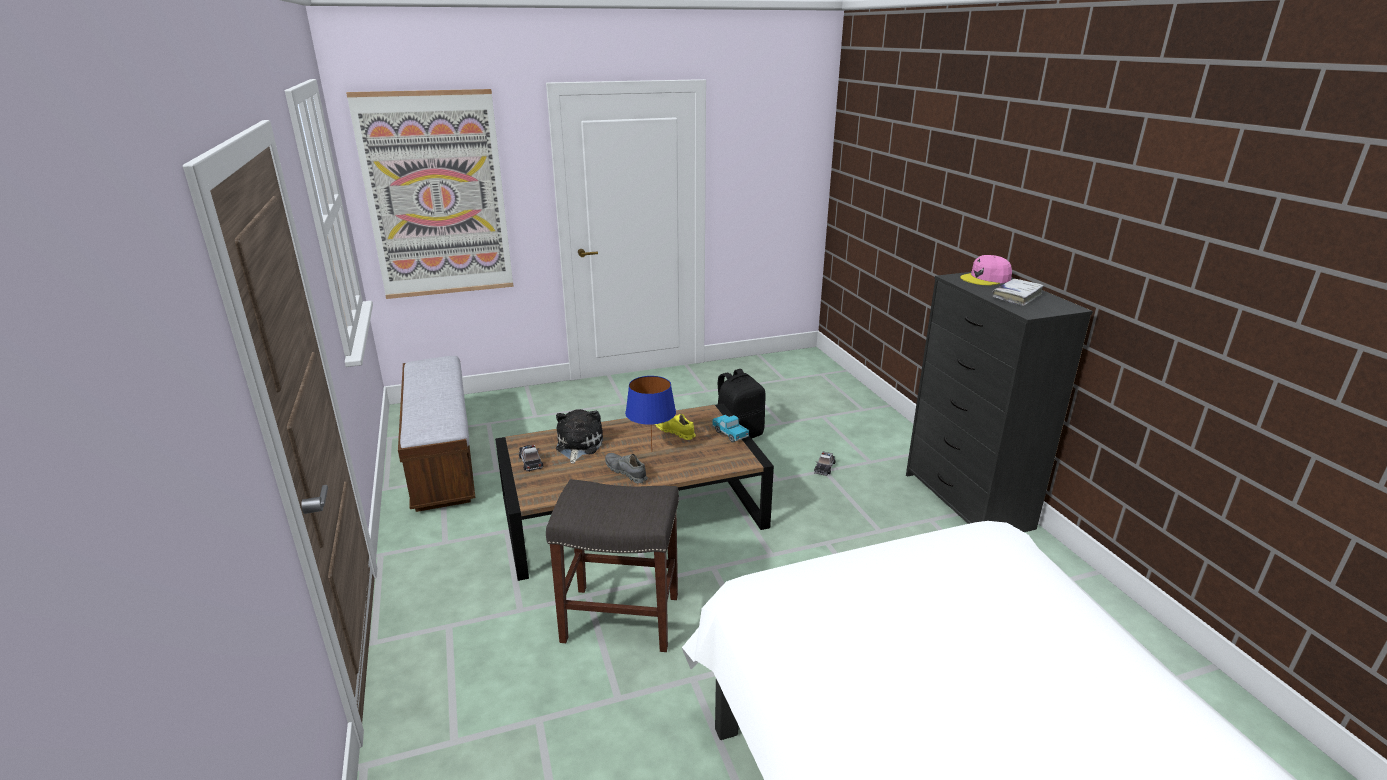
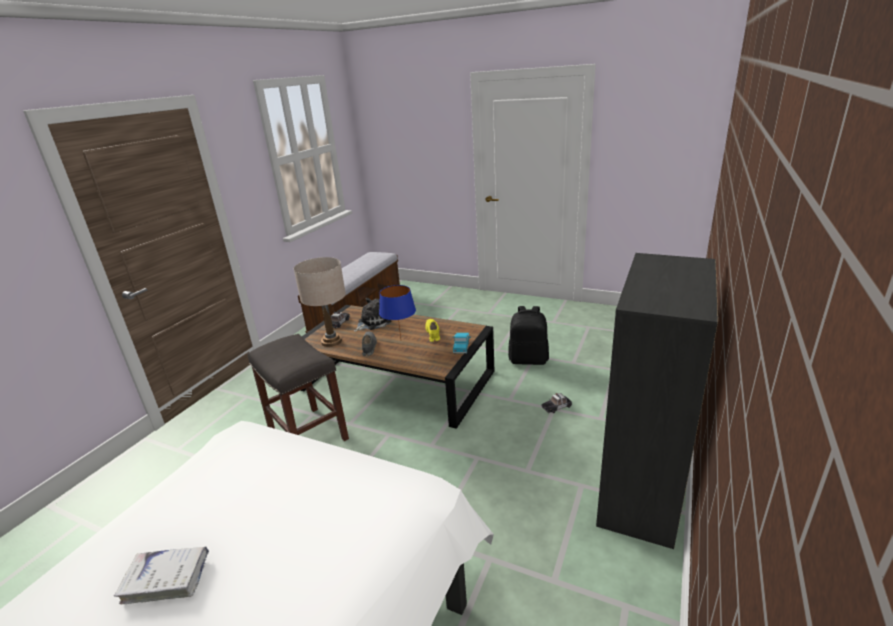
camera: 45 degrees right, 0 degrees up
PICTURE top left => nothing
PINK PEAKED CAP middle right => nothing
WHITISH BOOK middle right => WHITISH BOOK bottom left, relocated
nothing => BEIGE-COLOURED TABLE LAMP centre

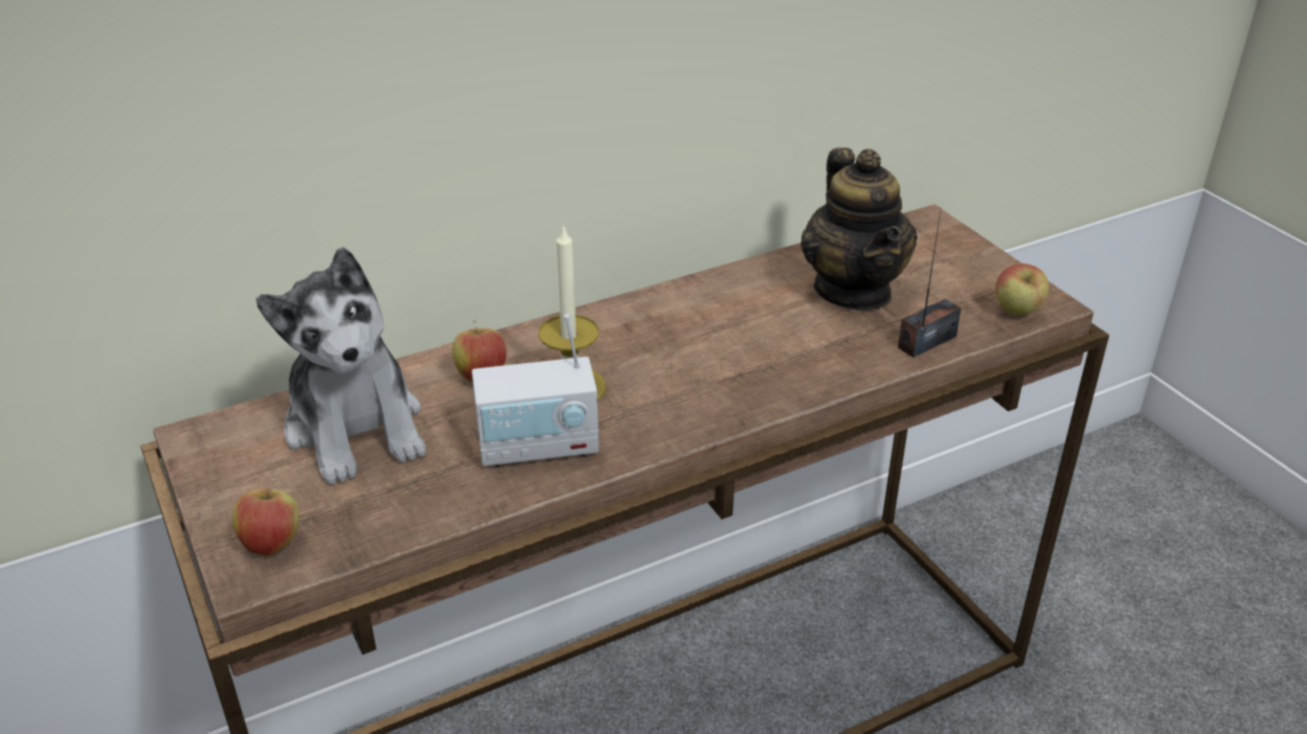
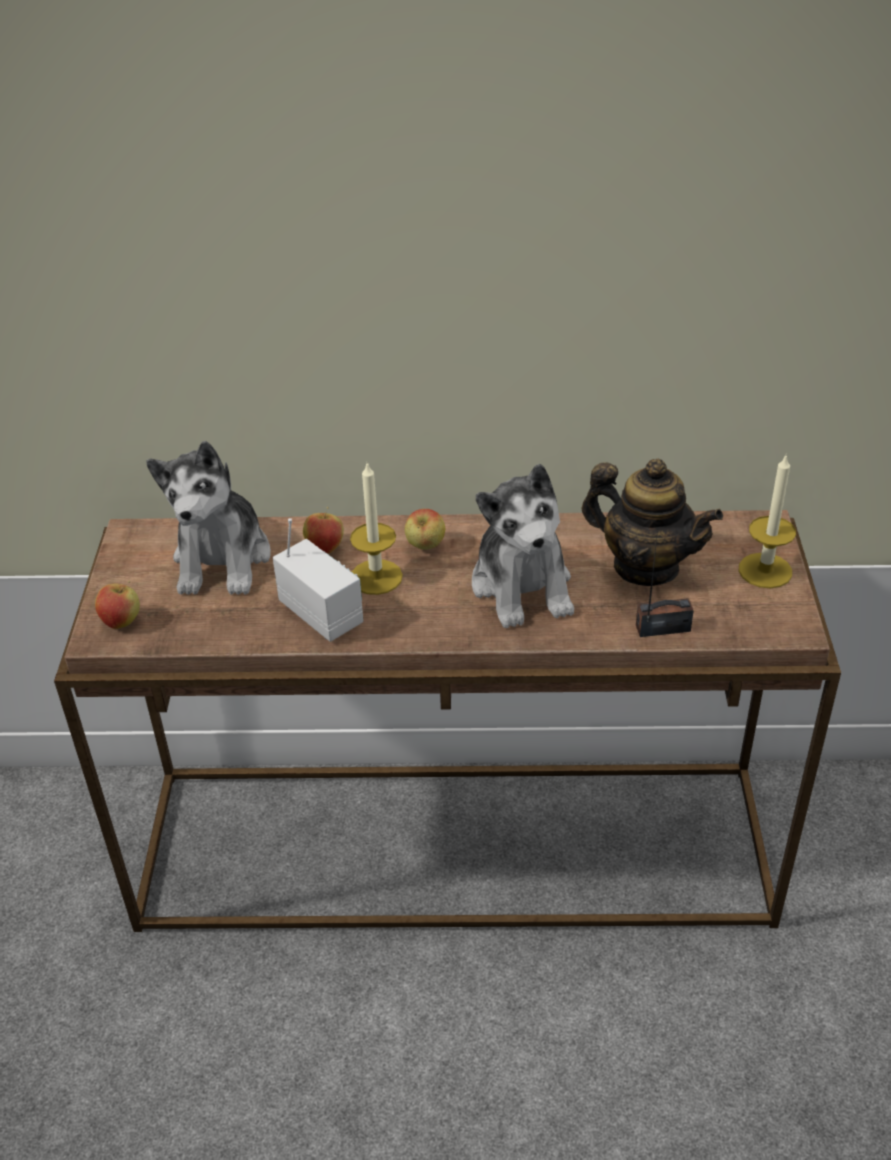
camera: 30 degrees right, 5 degrees up
RADIO (no. 1 from left) centre, 150 degrees counterclockwise
POT FOR TEA top centre => POT FOR TEA middle right, 75 degrees counterclockwise
APPLE FRUIT (no. 3 from left) middle right => APPLE FRUIT (no. 3 from left) centre, relocated
nothing => PLUSH TOY (no. 2 from left) centre
nothing => CANDLE (no. 2 from left) middle right

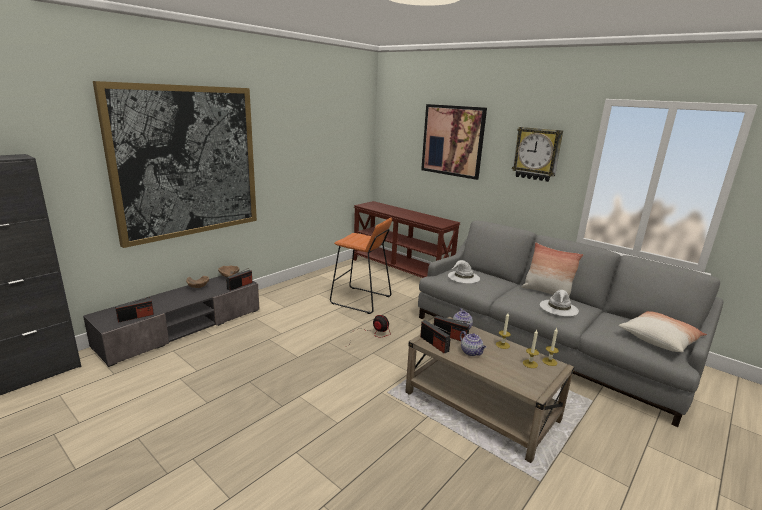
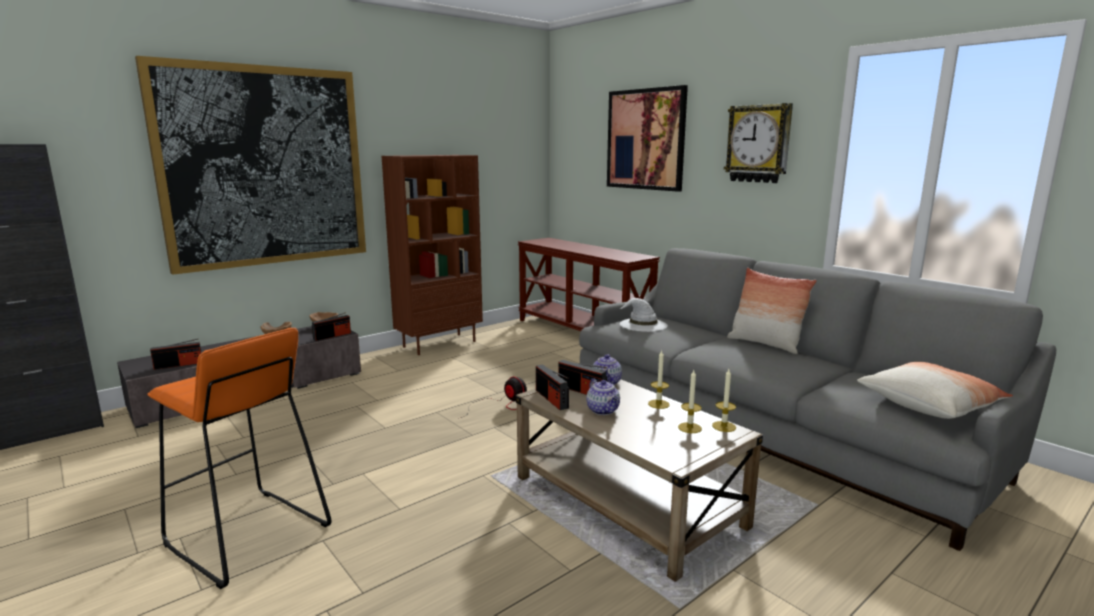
camera: 10 degrees right, 5 degrees down
ORANGE-COLOURED STOOL centre => ORANGE-COLOURED STOOL bottom left, relocated
WHITISH HAT (no. 2 from left) middle right => nothing
nothing => BROWN-COLOURED SHELVING UNIT centre

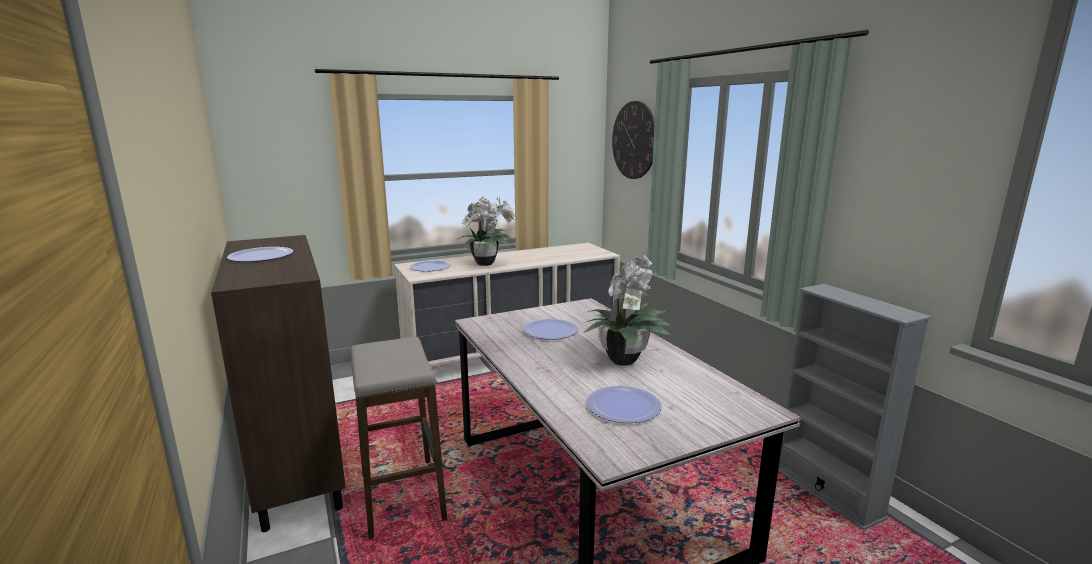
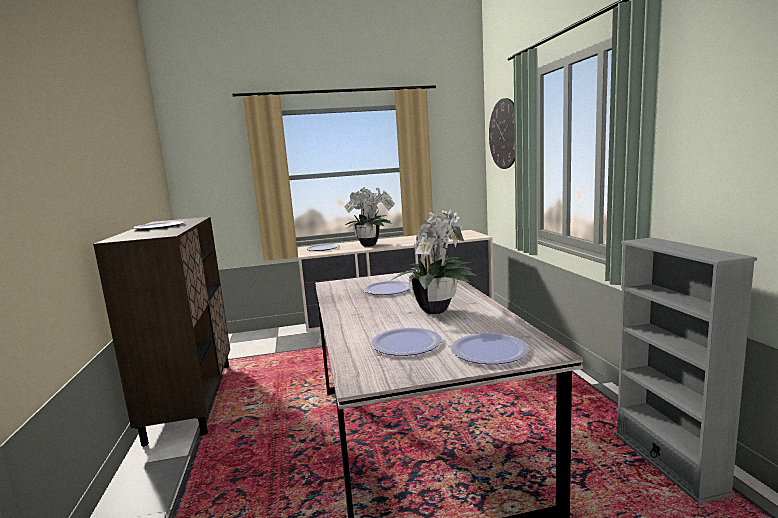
camera: 15 degrees right, 5 degrees down
STOOL bottom centre => nothing
nothing => PLATE (no. 5 from left) bottom centre

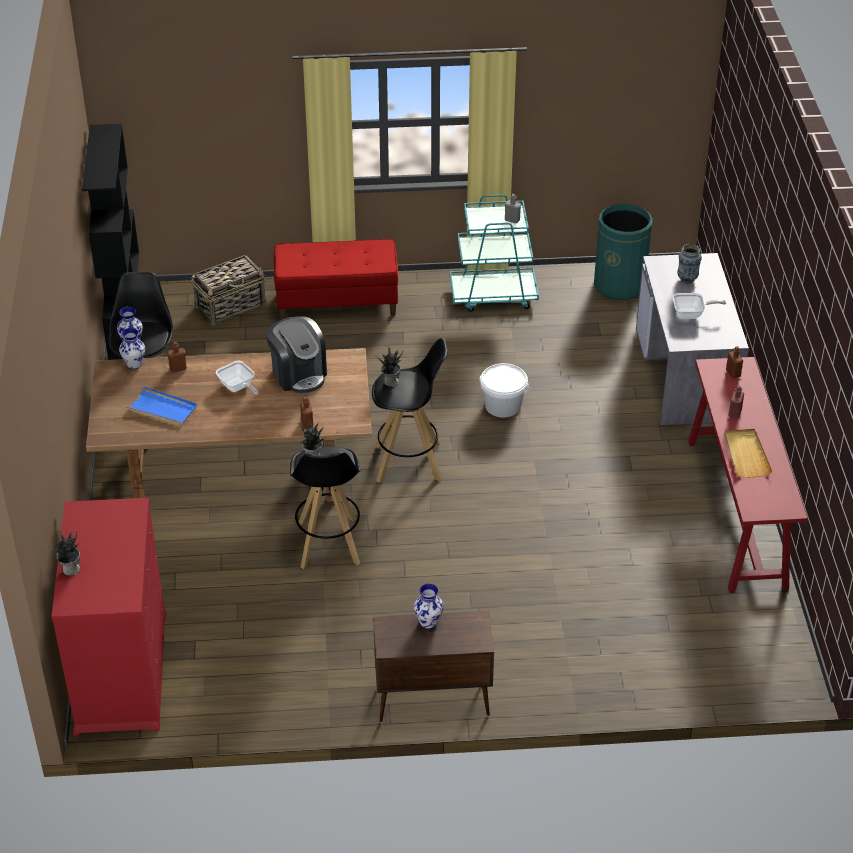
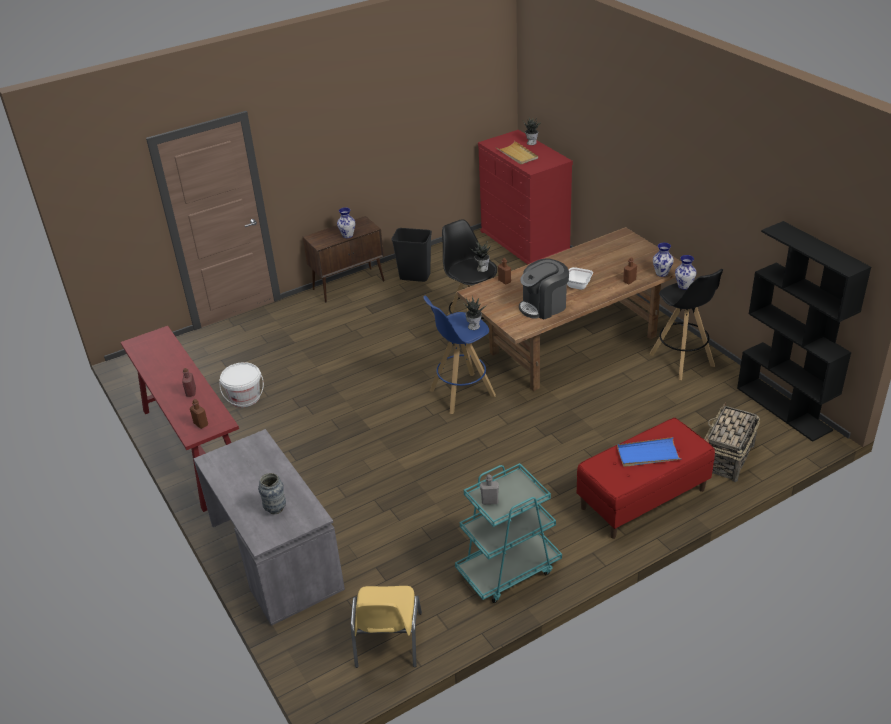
camera: 155 degrees right, 5 degrees down
BLUISH SERVING TRAY middle left => BLUISH SERVING TRAY middle right, relocated
COFFEE BREWER centre, 60 degrees counterclockwise
BLACKISH STOOL (no. 3 from left) centre => BLUISH STOOL centre
WHITISH BUCKET centre => WHITISH BUCKET middle left, relocated
GREENISH TRASH CAN top right => YELLOW CHAIR bottom centre
PAN (no. 2 from left) middle right => nothing
BEIGE-COLOURED SERVING TRAY middle right => BEIGE-COLOURED SERVING TRAY top centre, relocated
nothing => BLACKISH TRASH CAN centre

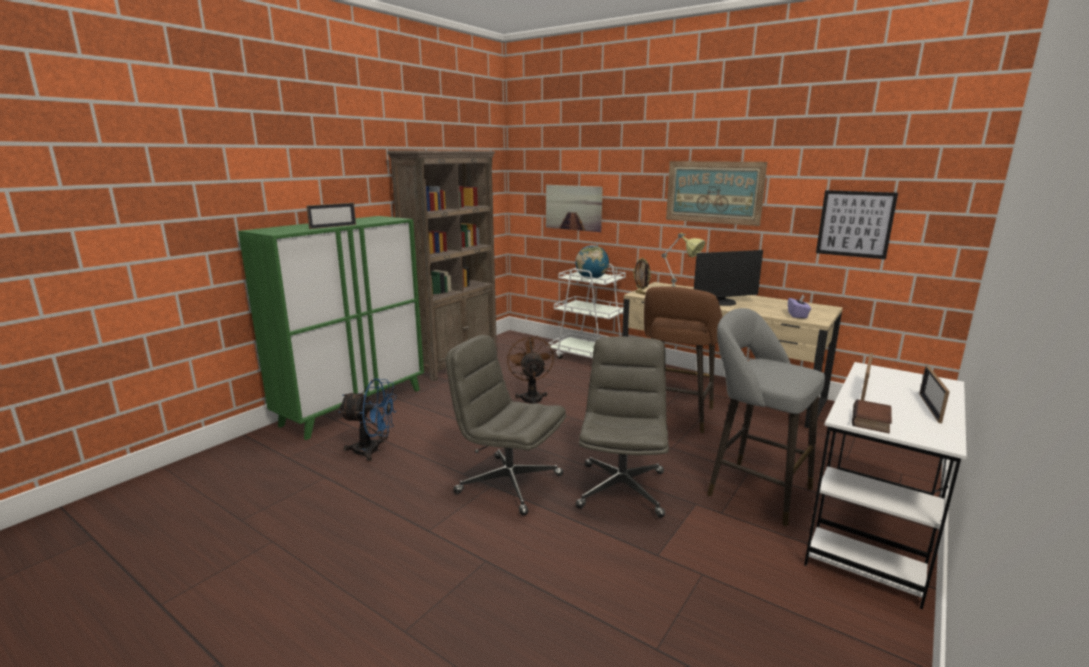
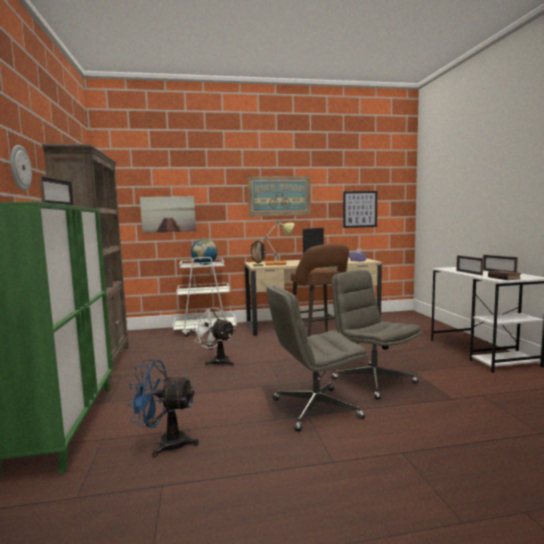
camera: 45 degrees left, 10 degrees down
BLUISH COOLING FAN centre => BLUISH COOLING FAN bottom left, 135 degrees counterclockwise
BROWN-COLOURED COOLING FAN centre => WHITISH COOLING FAN centre
GREYISH STOOL middle right => nothing
nothing => HANGING CLOCK top left

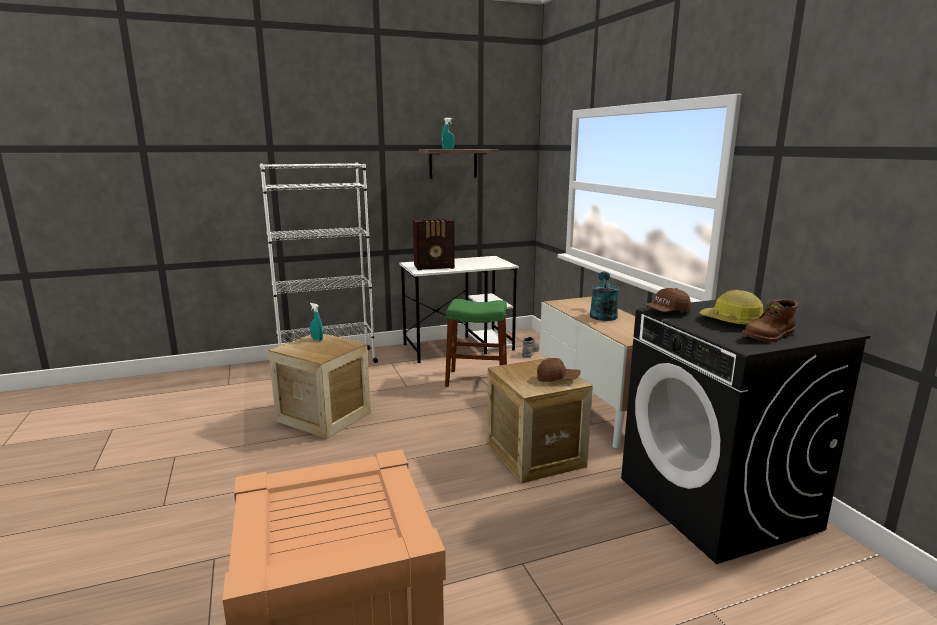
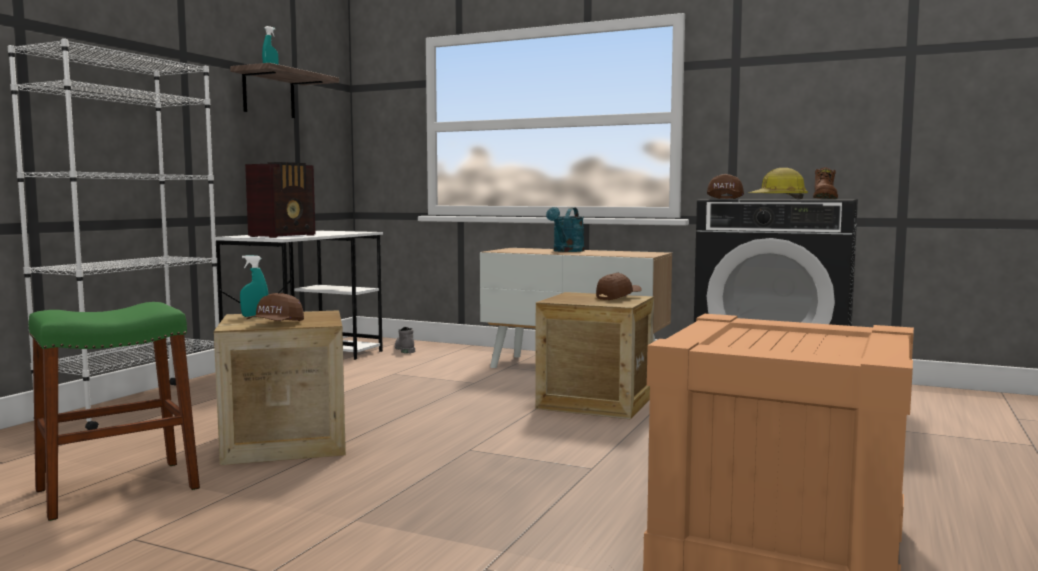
camera: 45 degrees left, 10 degrees down
GREENISH STOOL centre => GREENISH STOOL bottom left, relocated
BLUE-GREEN WATERING POT centre, 120 degrees counterclockwise
nothing => BROWN-COLOURED PEAKED CAP (no. 1 from left) middle left

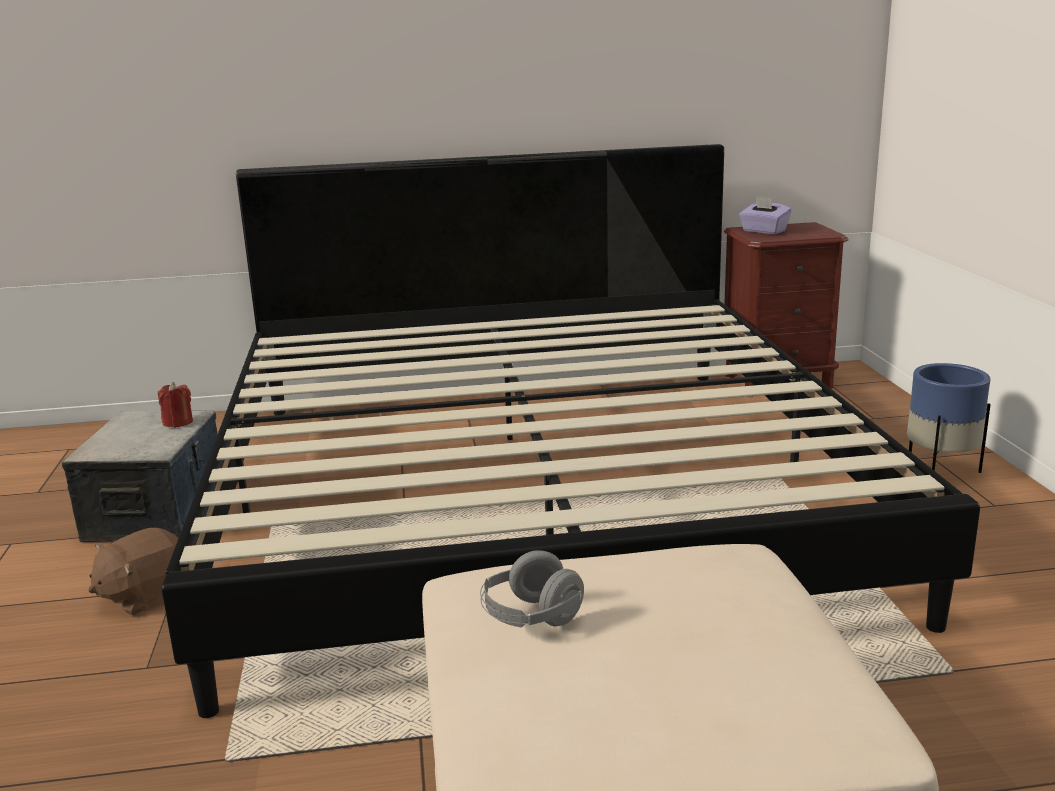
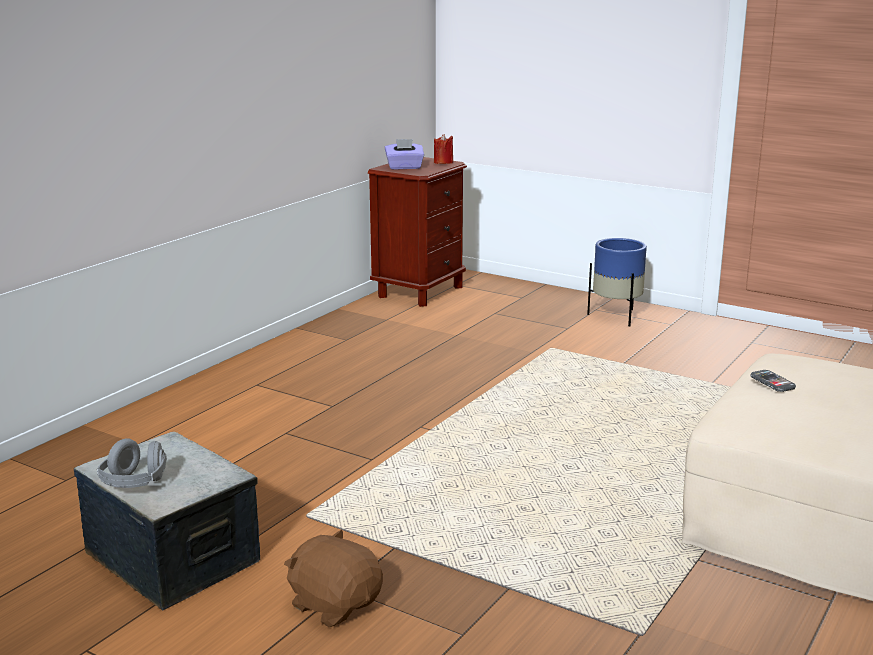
camera: 50 degrees left, 0 degrees up
BROWN-COLOURED PLUSH TOY bottom left => BROWN-COLOURED PLUSH TOY bottom centre, 135 degrees clockwise
RED CANDLE middle left => RED CANDLE top centre, relocated
BED centre => nothing
GREYISH PAIR OF HEADPHONES bottom centre => GREYISH PAIR OF HEADPHONES bottom left, relocated
nothing => PHONE middle right

